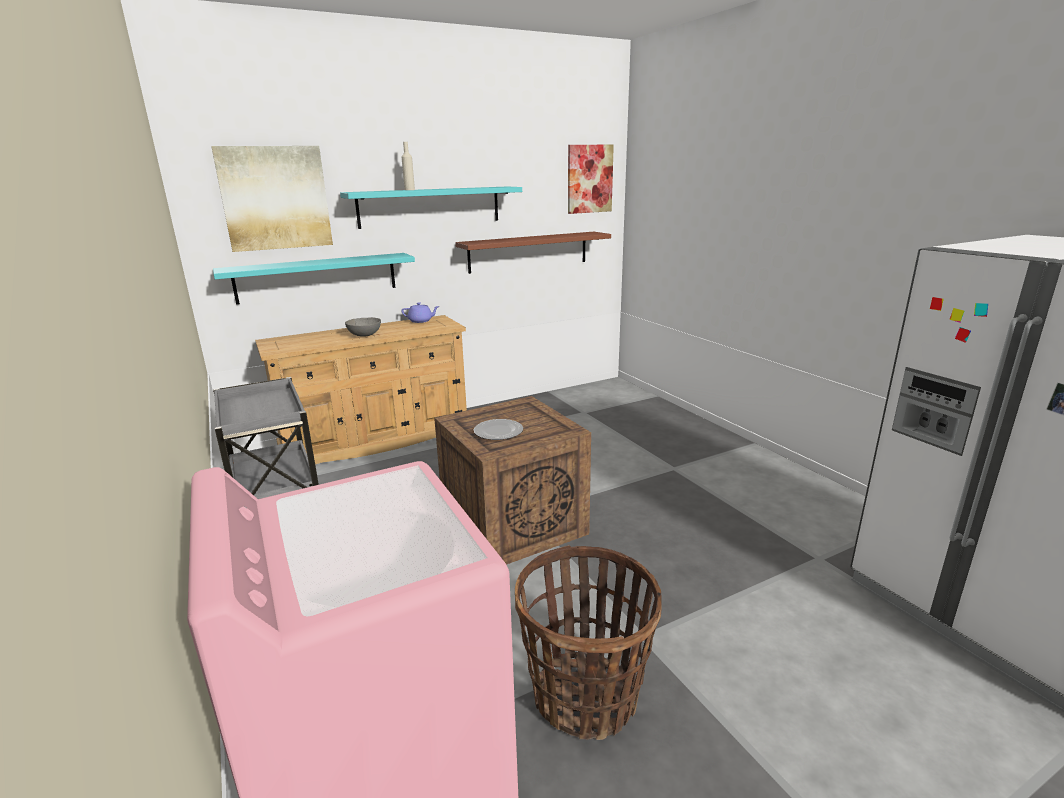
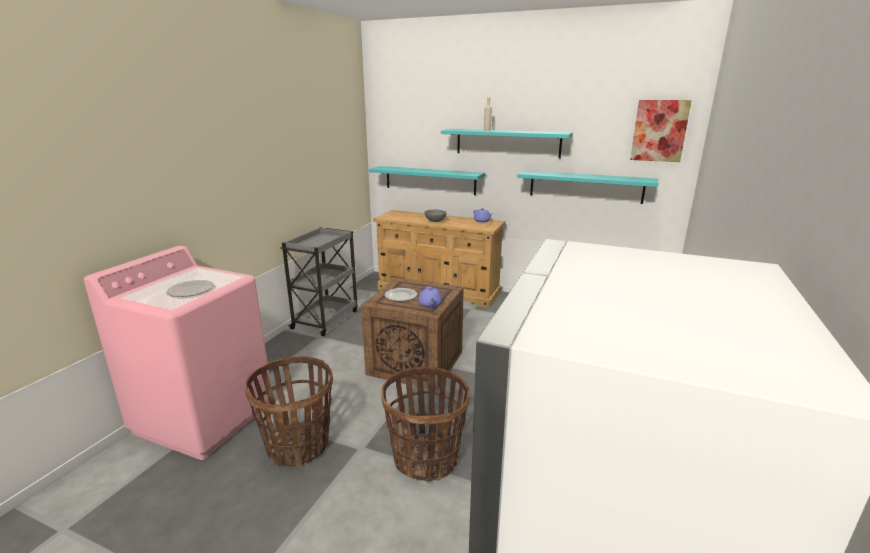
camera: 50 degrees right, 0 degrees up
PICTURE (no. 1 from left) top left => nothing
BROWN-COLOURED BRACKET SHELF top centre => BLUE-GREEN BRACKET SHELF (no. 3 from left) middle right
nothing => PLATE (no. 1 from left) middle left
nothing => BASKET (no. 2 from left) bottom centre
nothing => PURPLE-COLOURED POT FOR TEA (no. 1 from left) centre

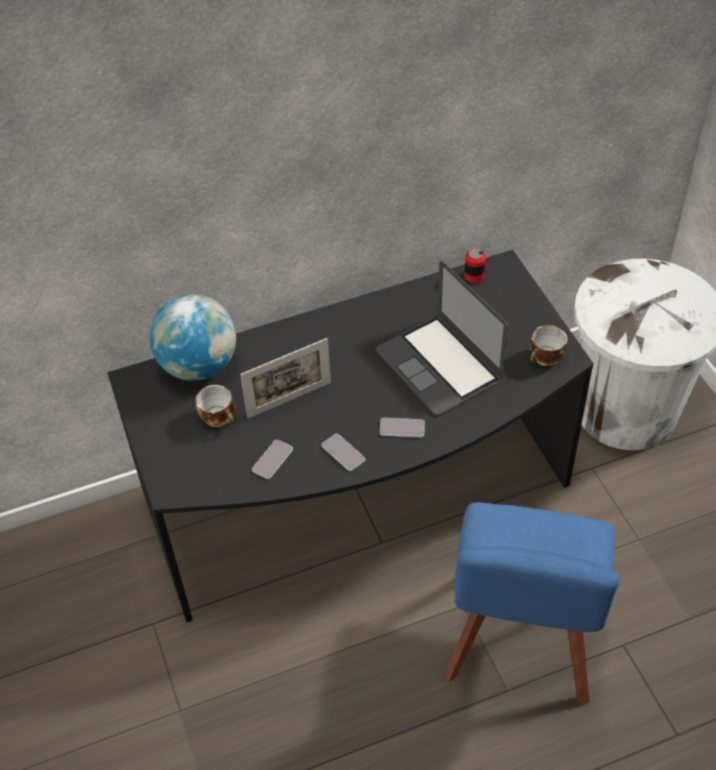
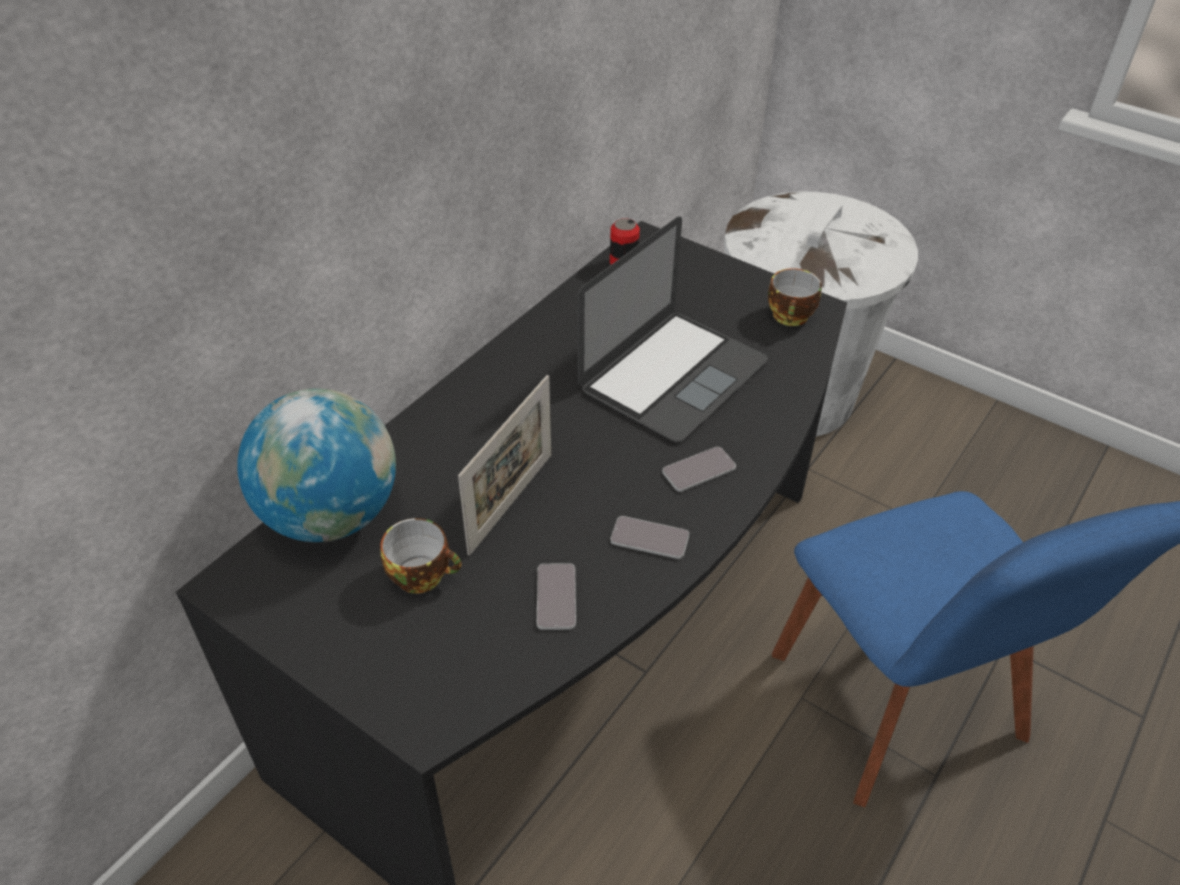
camera: 35 degrees left, 5 degrees down
NOTEBOOK COMPUTER centre, 75 degrees counterclockwise

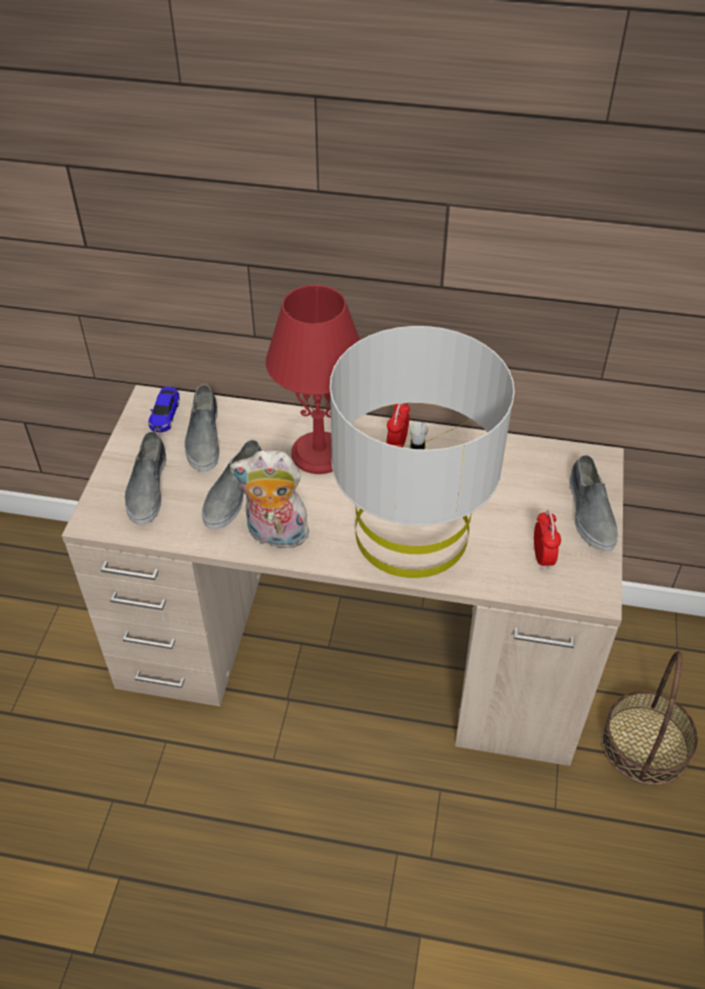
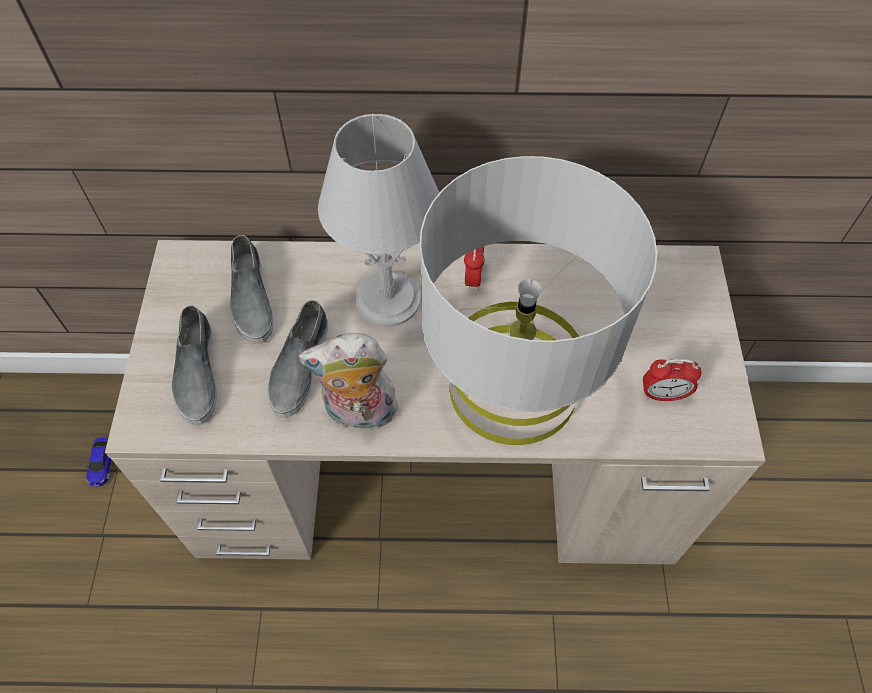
camera: 10 degrees left, 10 degrees up
TOY CAR middle left => TOY CAR bottom left, relocated
RED TABLE LAMP centre => GREYISH TABLE LAMP (no. 1 from left) top centre
BEDSIDE CLOCK (no. 2 from left) middle right, 105 degrees clockwise
GREYISH ITEM OF FOOTWEAR (no. 4 from left) middle right => nothing
BASKET bottom right => nothing

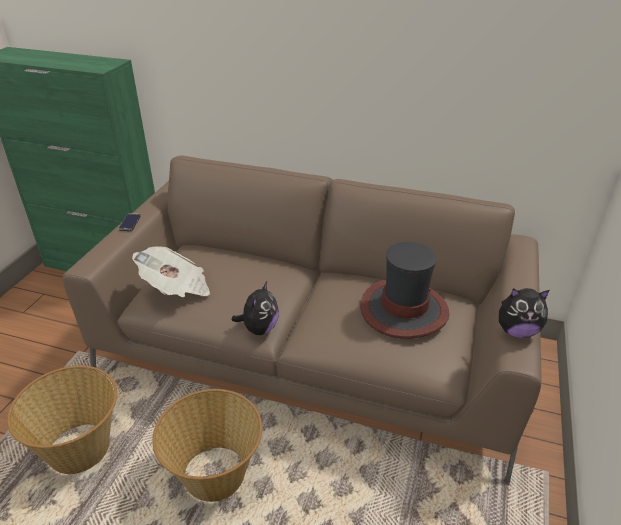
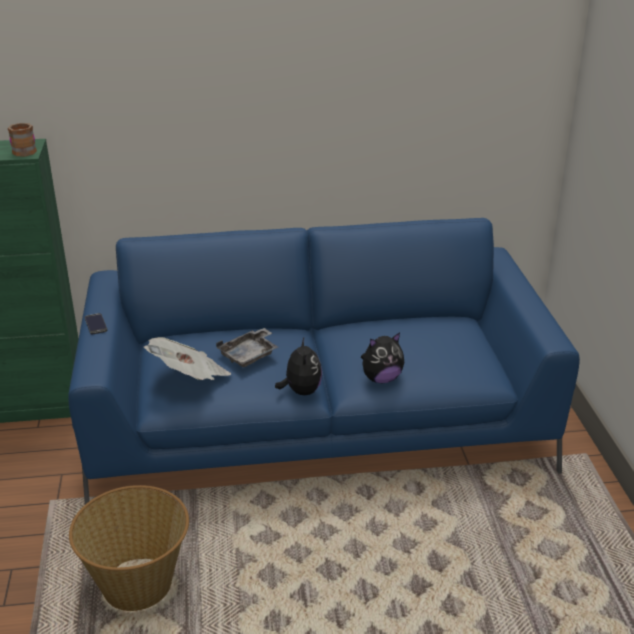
camera: 25 degrees left, 5 degrees down
BROWN-COLOURED SETTEE centre => BLUISH SETTEE centre
BASKET (no. 2 from left) bottom centre => nothing
HAT centre => nothing
PLUSH TOY (no. 2 from left) middle right => PLUSH TOY (no. 2 from left) centre, relocated
nothing => COFFEE MUG top left
nothing => GREYISH SERVING TRAY centre

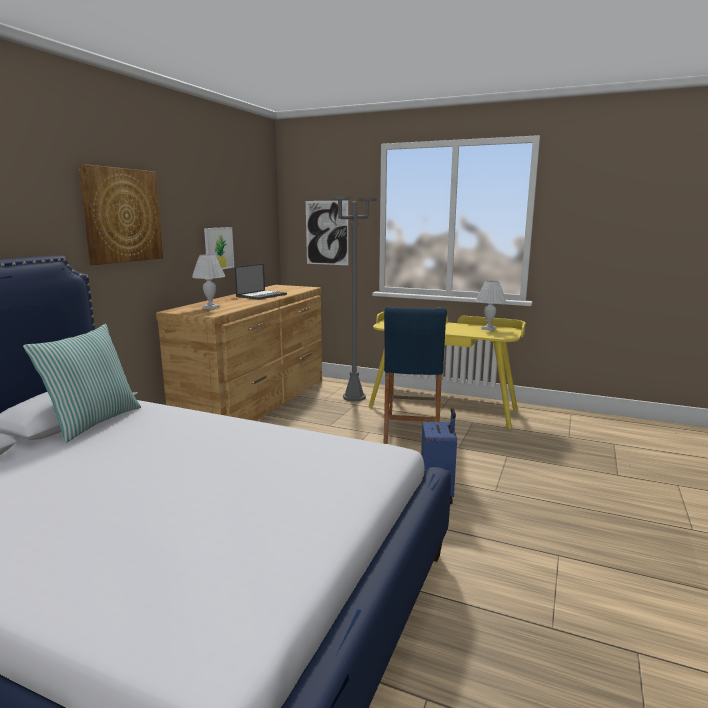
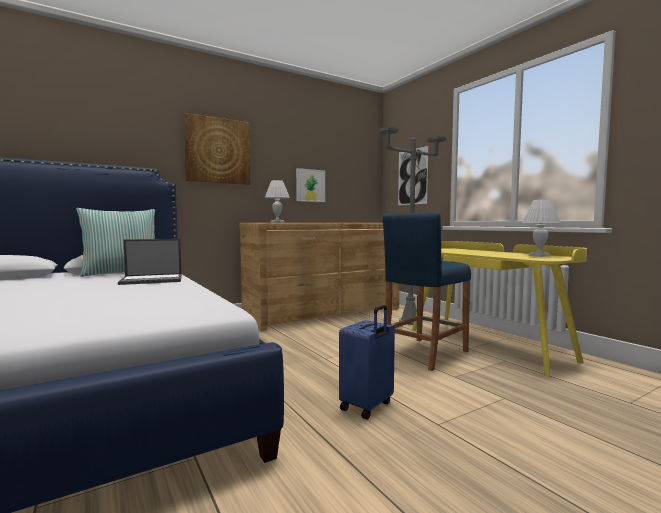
camera: 35 degrees right, 10 degrees down
NOTEBOOK COMPUTER centre => NOTEBOOK COMPUTER middle left, relocated

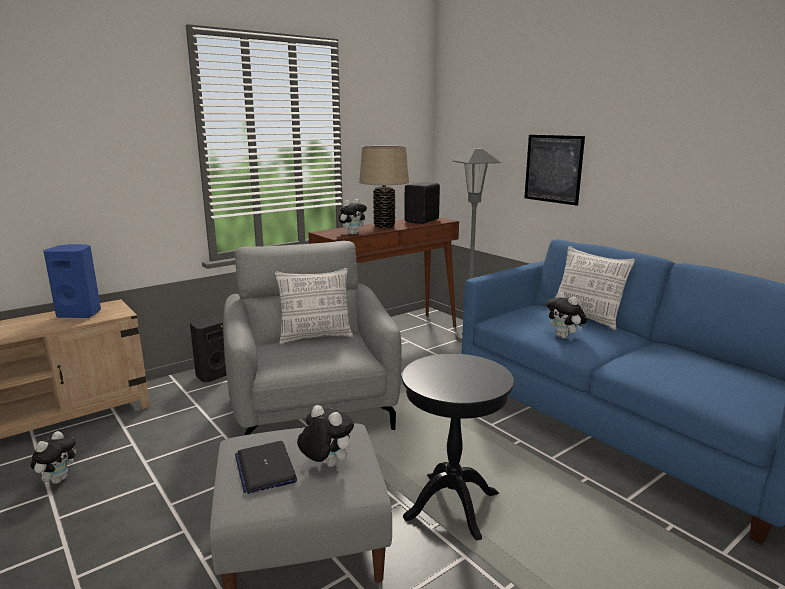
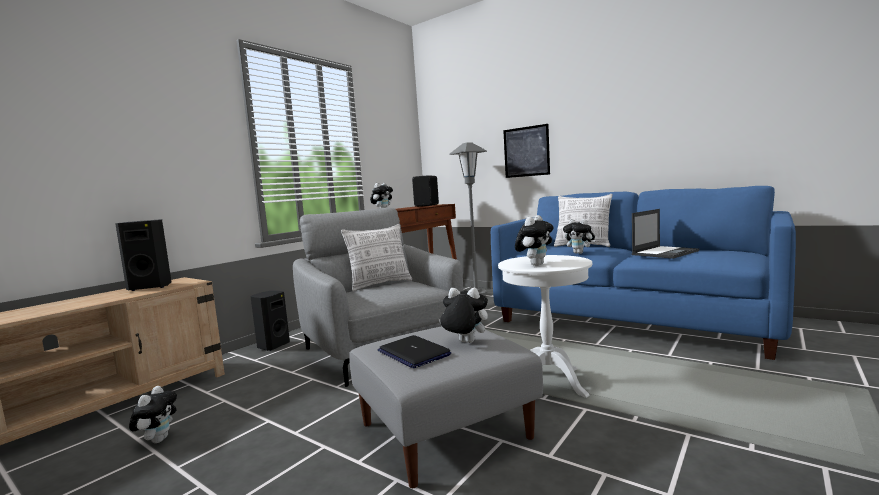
camera: 15 degrees left, 10 degrees down
BLUISH SPEAKER middle left => BLACKISH SPEAKER (no. 1 from left) middle left
BEIGE-COLOURED TABLE LAMP top centre => nothing
BLACKISH ACCENT TABLE bottom centre => WHITISH ACCENT TABLE centre
nothing => PLUSH TOY (no. 4 from left) centre
nothing => NOTEBOOK COMPUTER (no. 2 from left) middle right

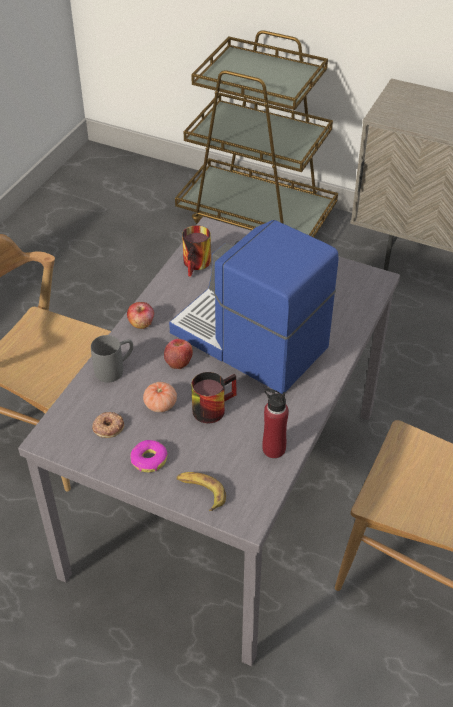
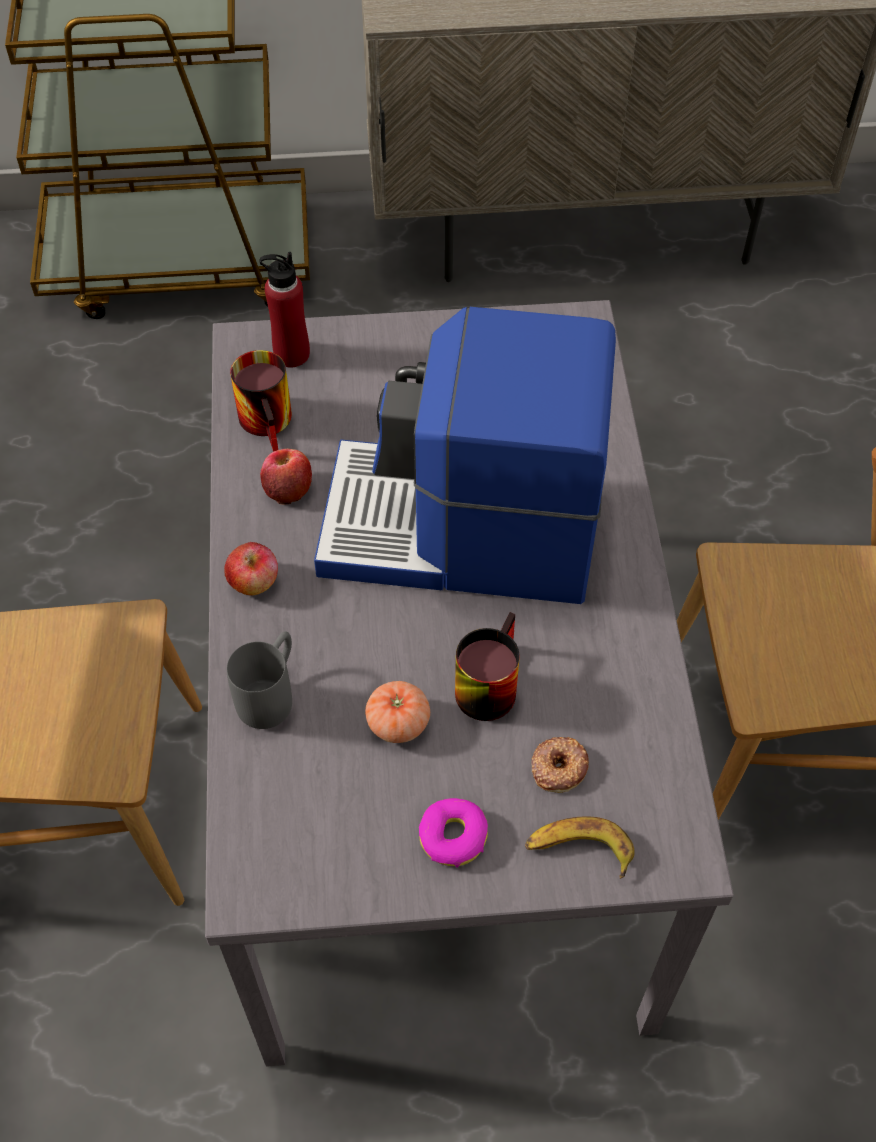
camera: 30 degrees left, 10 degrees up
DONUT (no. 1 from left in the first image) middle left => DONUT (no. 2 from left) bottom centre, relocated
APPLE FRUIT (no. 2 from left) centre => APPLE FRUIT (no. 2 from left) middle left, relocated
RED DRINK BOTTLE centre => RED DRINK BOTTLE top left, relocated

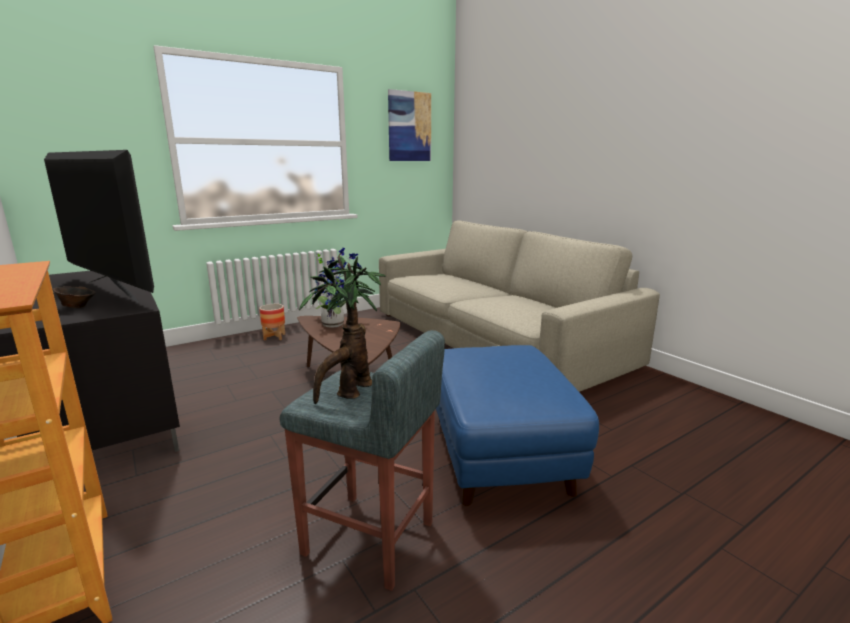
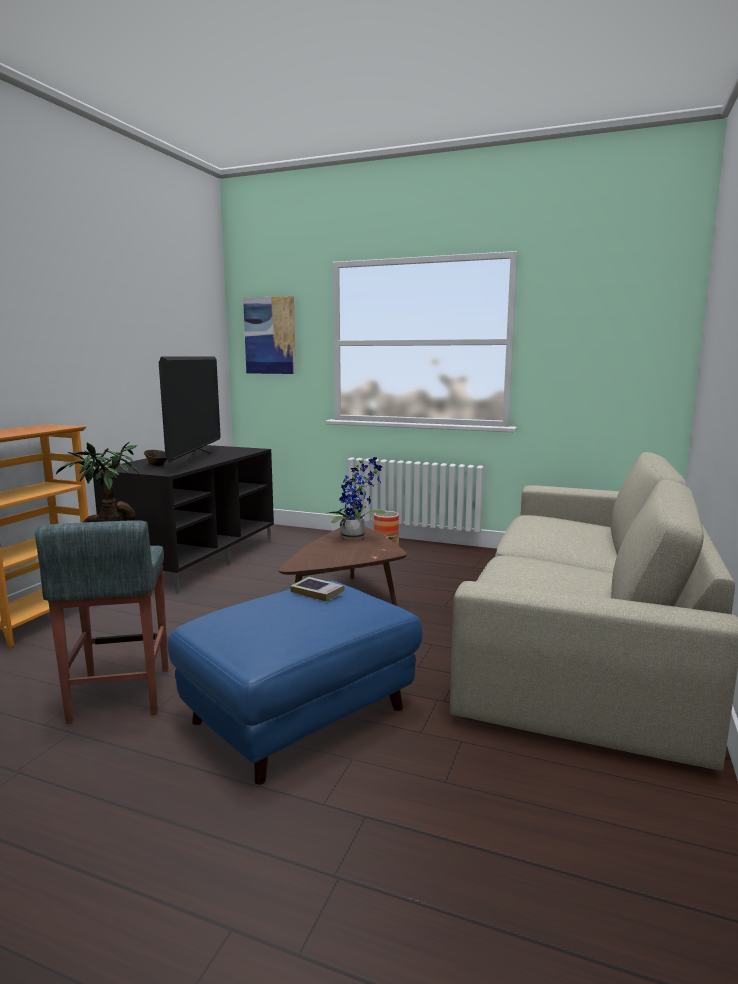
camera: 55 degrees right, 5 degrees down
PICTURE top centre => PICTURE centre, relocated
nothing => BOOK centre

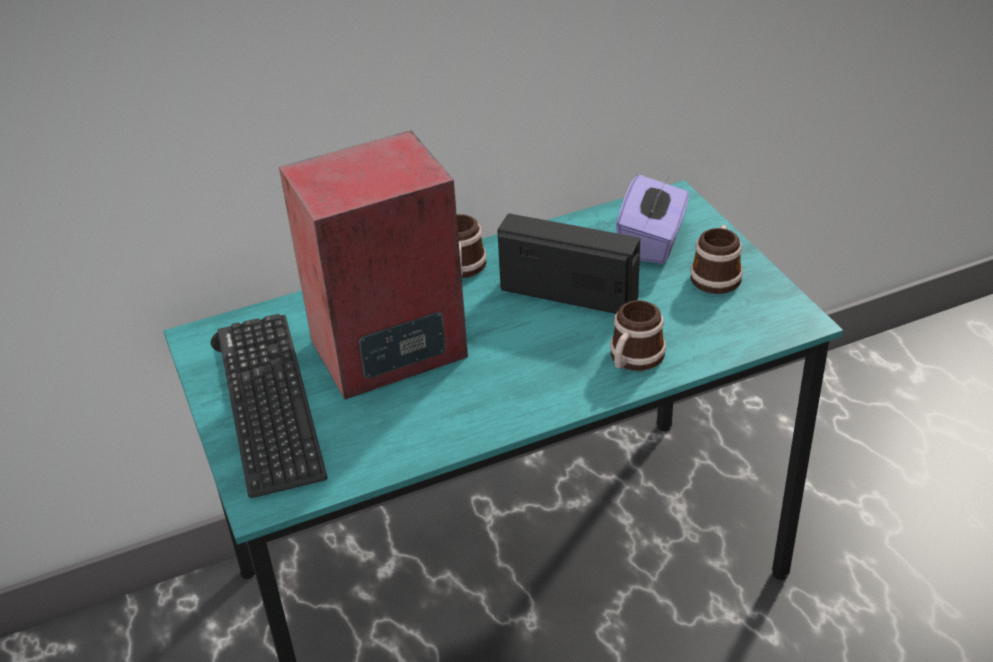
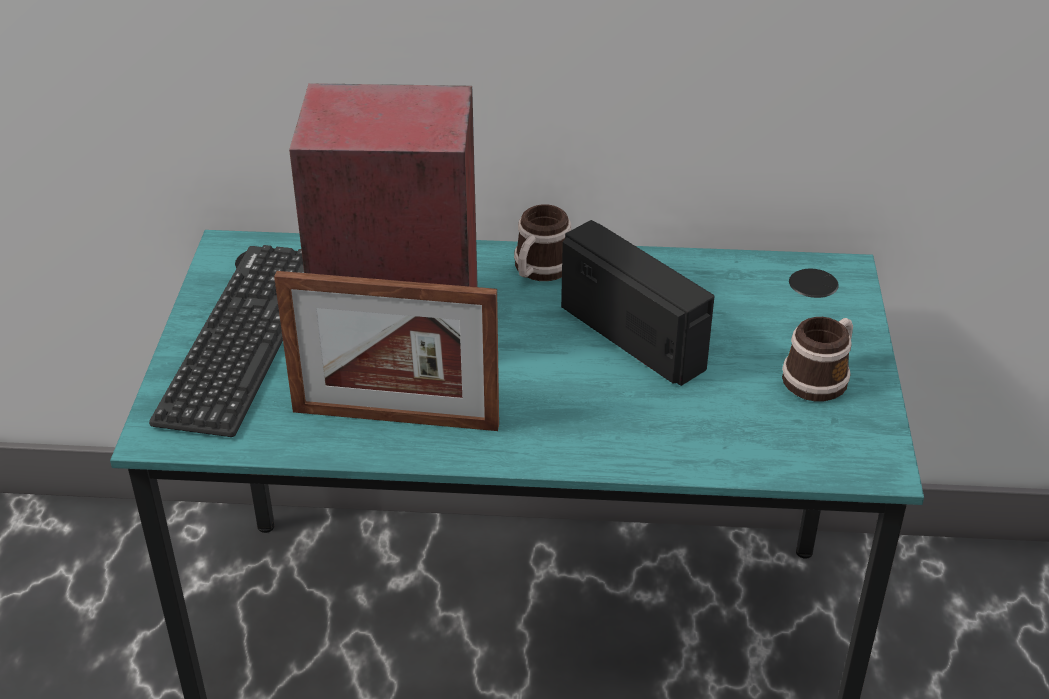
camera: 25 degrees right, 0 degrees up
COFFEE MUG (no. 2 from left) centre => nothing
PURPLE-COLOURED TISSUE BOX top centre => nothing
nothing => PHOTO FRAME centre

